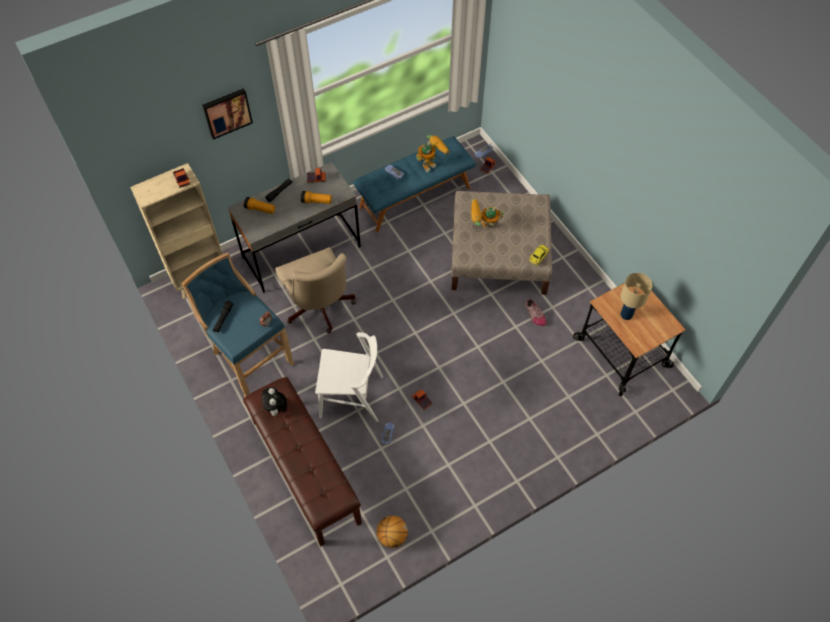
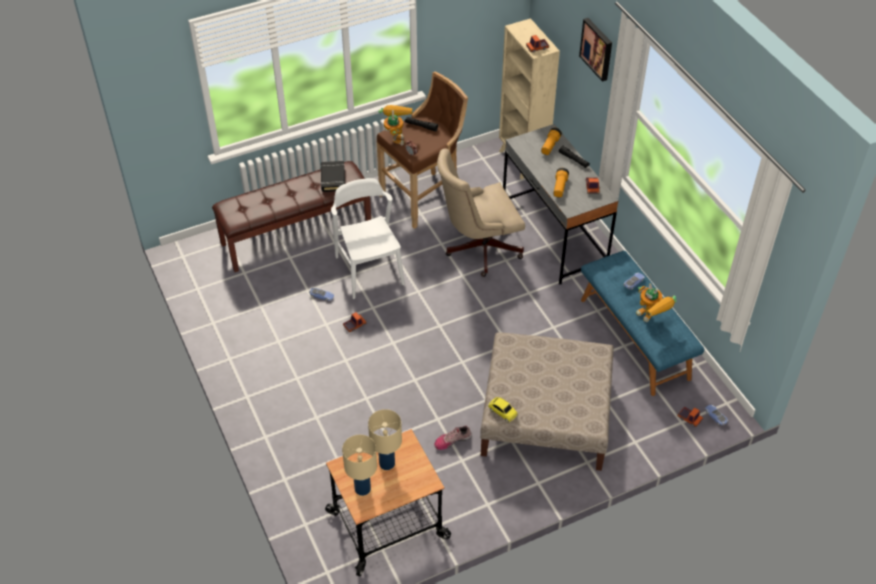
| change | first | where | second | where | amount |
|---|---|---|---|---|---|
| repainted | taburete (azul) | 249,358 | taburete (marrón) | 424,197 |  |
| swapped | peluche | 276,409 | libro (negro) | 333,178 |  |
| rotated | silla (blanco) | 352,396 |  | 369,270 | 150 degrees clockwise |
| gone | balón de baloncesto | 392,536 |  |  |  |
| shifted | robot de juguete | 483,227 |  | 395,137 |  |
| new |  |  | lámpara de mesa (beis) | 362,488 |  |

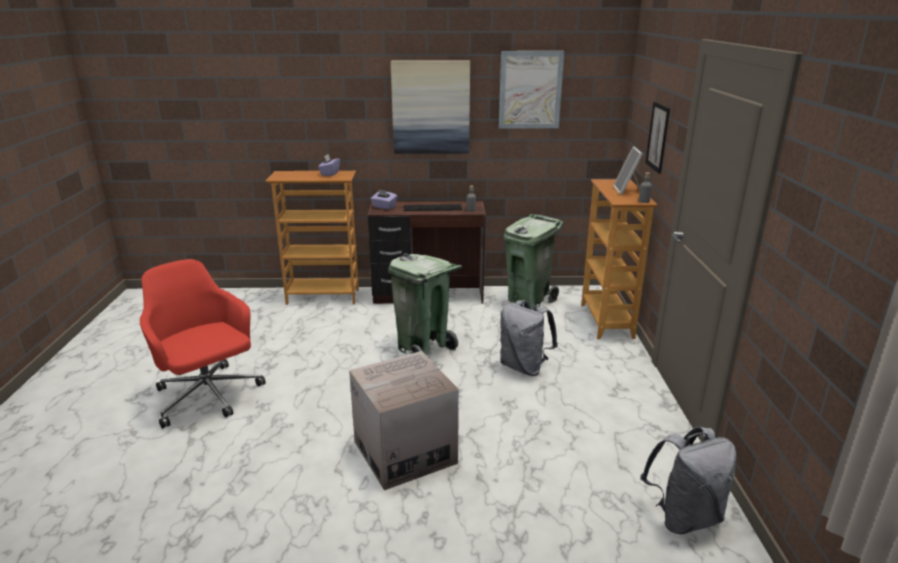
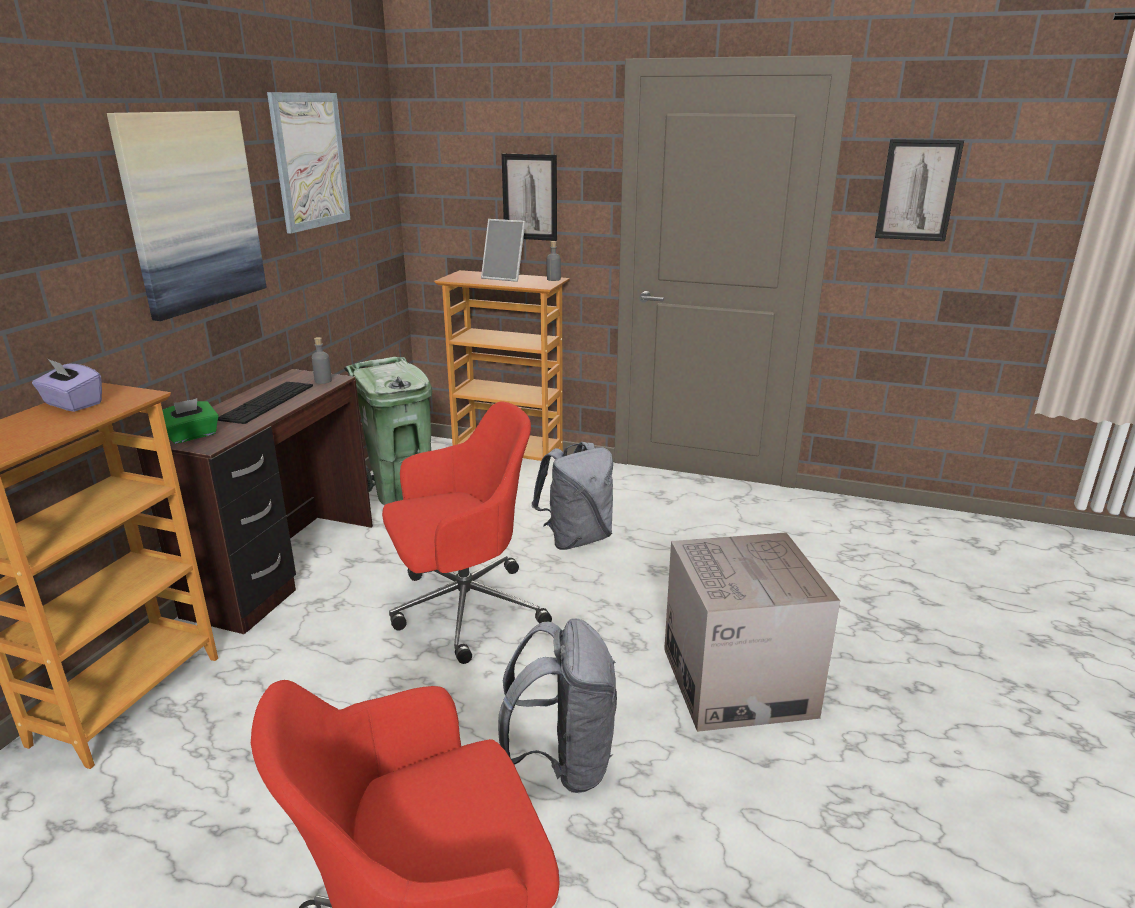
| change | first | where | second | where | amount |
|---|---|---|---|---|---|
| repainted | caja de pañuelos (morado) | 384,207 | caja de pañuelos (verde) | 191,436 |  |
| swapped | papelera (verde) | 423,348 | silla de oficina (rojo) | 463,609 |  |
| shifted | mochila (gris) | 684,517 |  | 563,762 |  |
| new |  |  | cuadro | 917,190 |  |

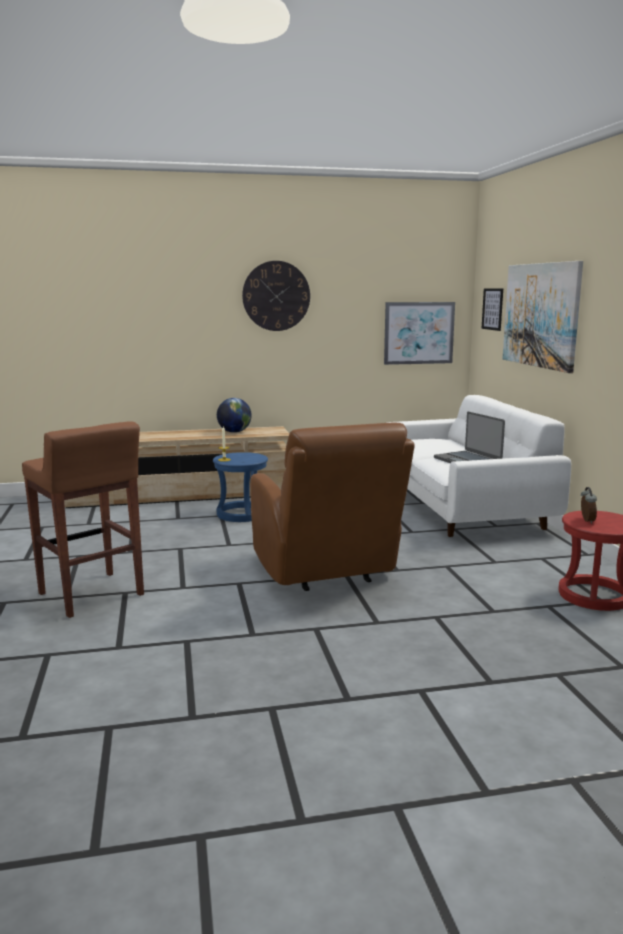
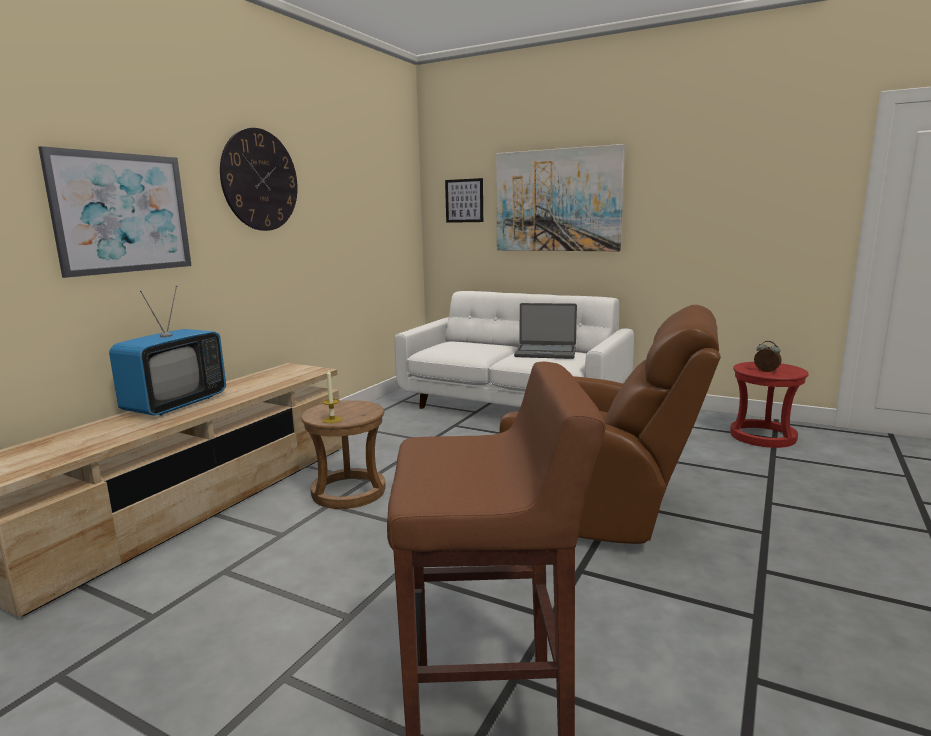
| change | first | where | second | where | amount |
|---|---|---|---|---|---|
| repainted | taburete (azul) | 241,514 | taburete (marrón) | 348,492 |  |
| gone | globo terráqueo | 234,432 |  |  |  |
| shifted | cuadro | 419,333 |  | 122,213 |  |
| new |  |  | televisor | 176,405 |  |

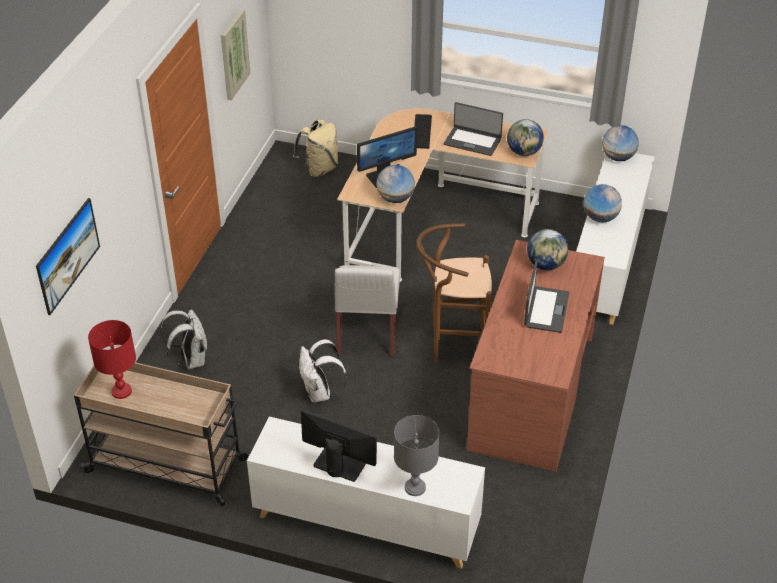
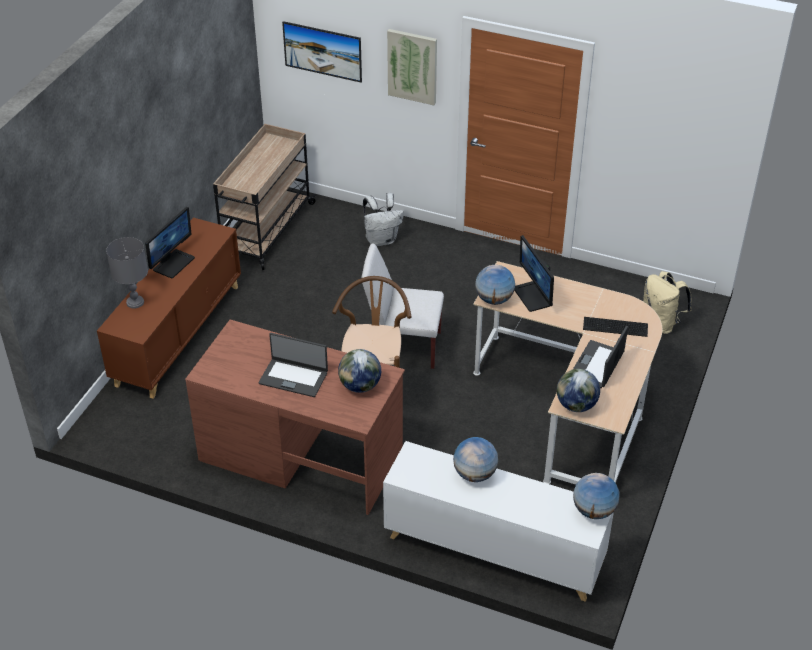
| change | first | where | second | where | amount |
|---|---|---|---|---|---|
| gone | lámpara de mesa (rojo) | 121,391 |  |  |  |
| shifted | cuadro | 233,54 |  | 412,66 |  |
| repainted | armario (blanco) | 366,522 | armario (marrón) | 179,334 |  |
| gone | mochila (blanco) | 320,393 |  |  |  |

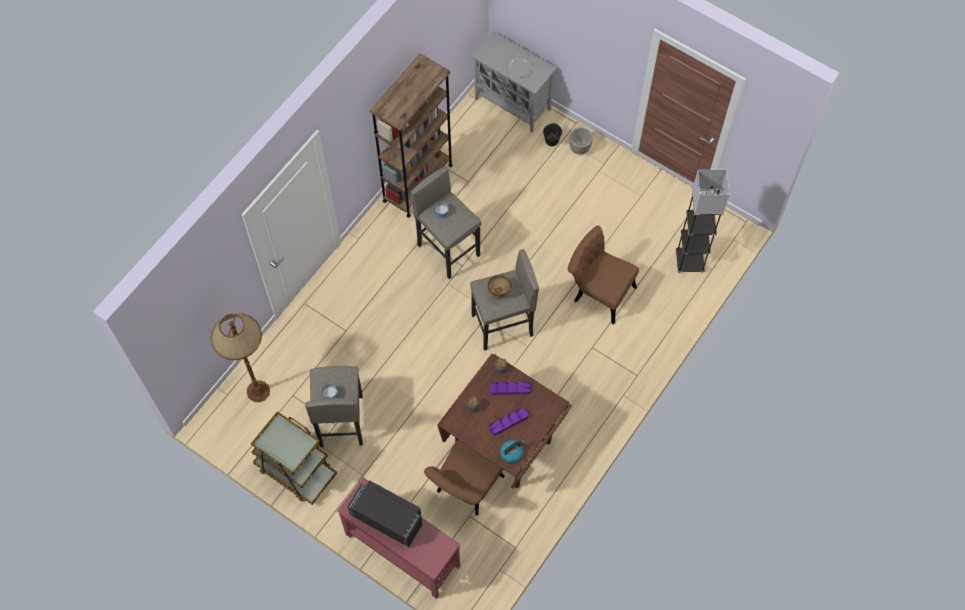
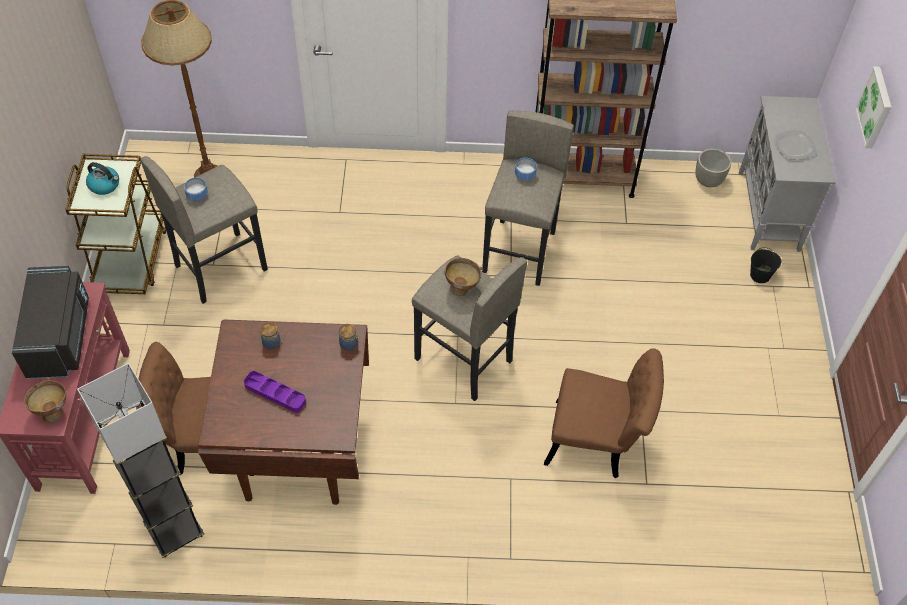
| change | first | where | second | where | amount |
|---|---|---|---|---|---|
| gone | bandeja (morado) | 510,389 |  |  |  |
| shifted | hervidor | 512,452 |  | 105,185 |  |
| rotated | silla (marrón) | 598,291 |  | 597,442 | 105 degrees clockwise |
| shifted | maceta (gris) | 579,149 |  | 708,181 |  |
| shifted | lámpara de pie (gris) | 689,262 |  | 175,531 |  |
| new |  |  | cuenco (marrón) | 53,411 |  |
| new |  |  | cuadro | 876,107 |  |

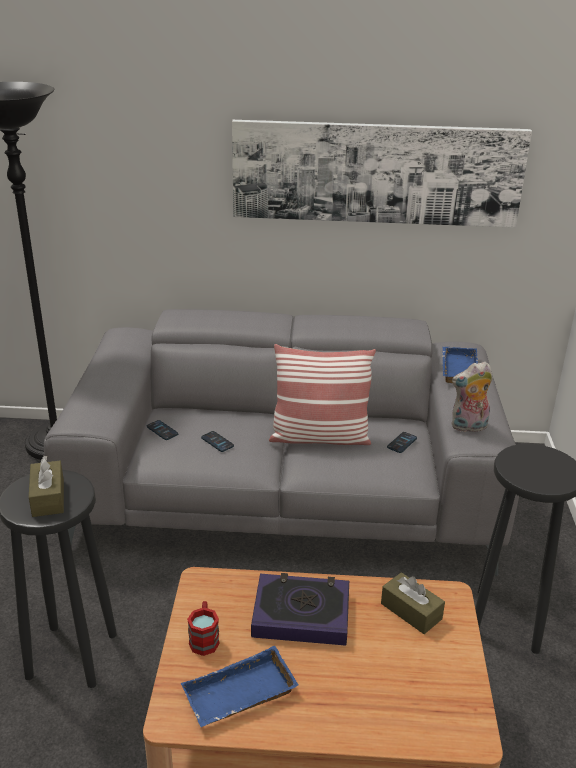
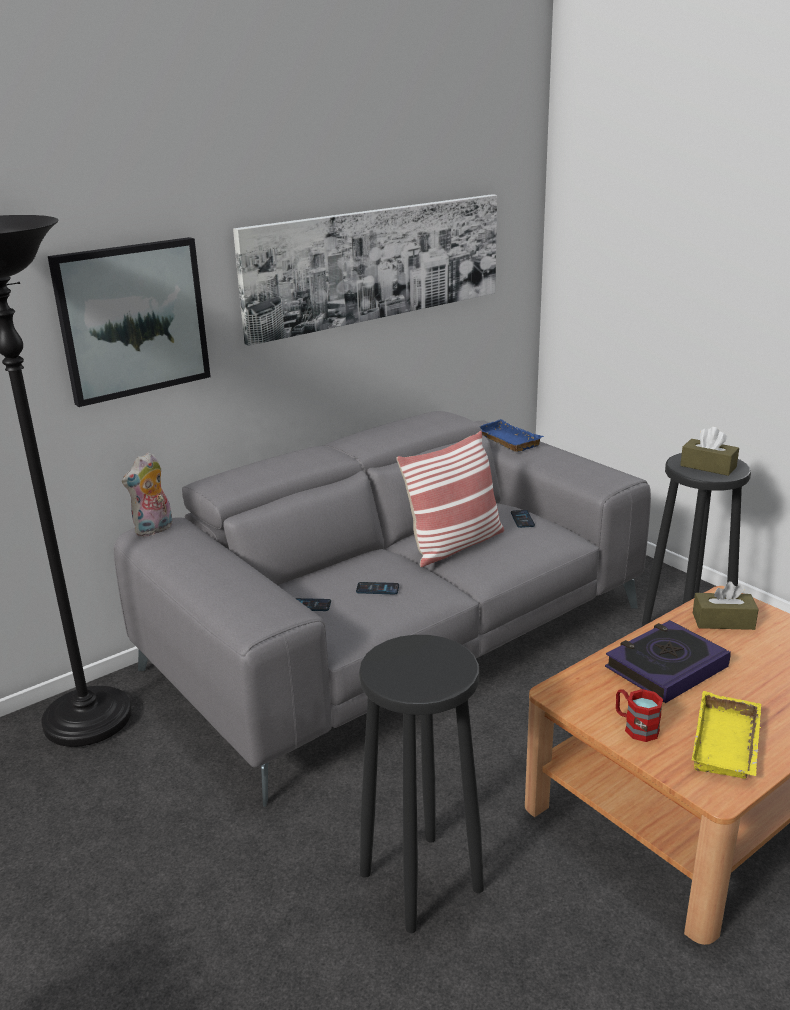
| change | first | where | second | where | amount |
|---|---|---|---|---|---|
| shifted | caja de pañuelos (marrón) | 48,497 |  | 708,466 |  |
| repainted | bandeja (azul) | 239,696 | bandeja (amarillo) | 729,745 |  |
| shifted | peluche | 468,427 |  | 154,530 |  |
| new |  |  | cuadro | 132,320 |  |

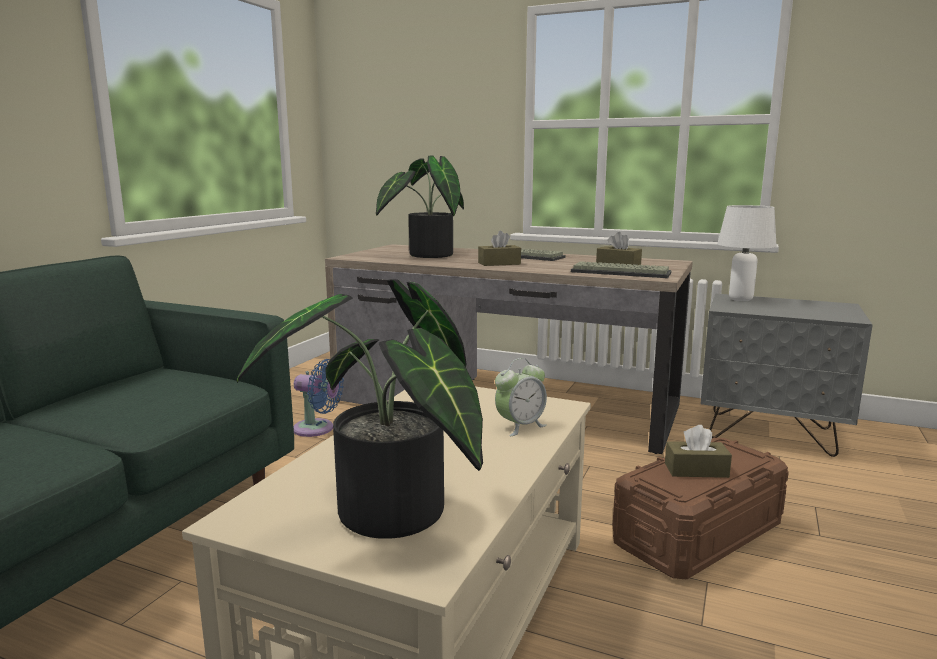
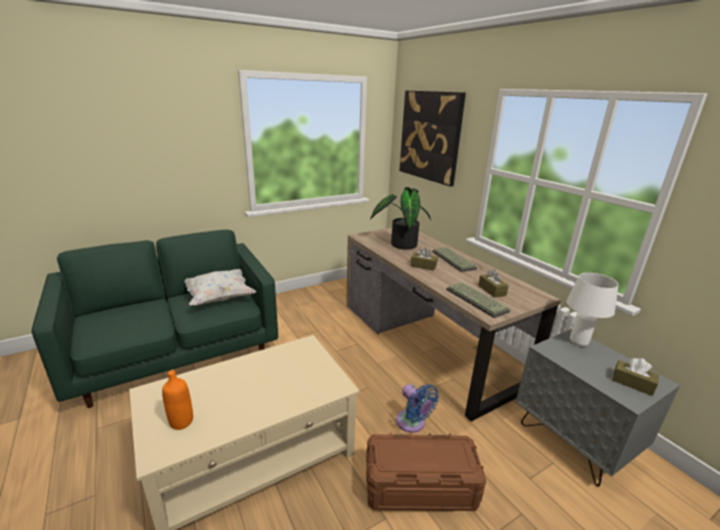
| change | first | where | second | where | amount |
|---|---|---|---|---|---|
| swapped | planta en maceta | 391,519 | botella (naranja) | 181,422 |  |
| shifted | ventilador (azul) | 317,429 |  | 412,423 |  |
| gone | despertador | 520,426 |  |  |  |
| shifted | caja de pañuelos (marrón) | 696,470 |  | 632,383 |  |
| new |  |  | cojín (blanco) | 219,298 |  |
| new |  |  | cuadro | 430,136 |  |

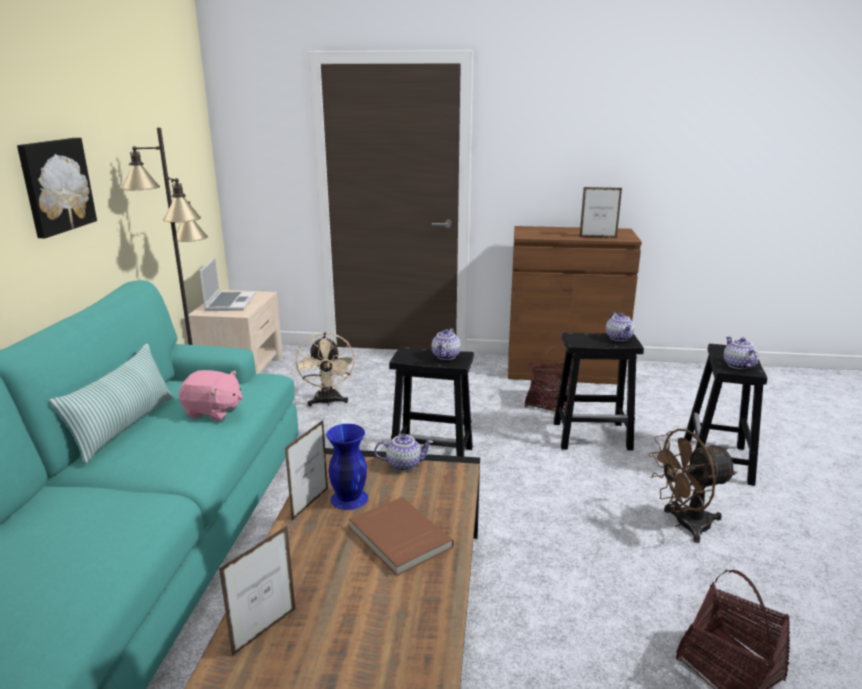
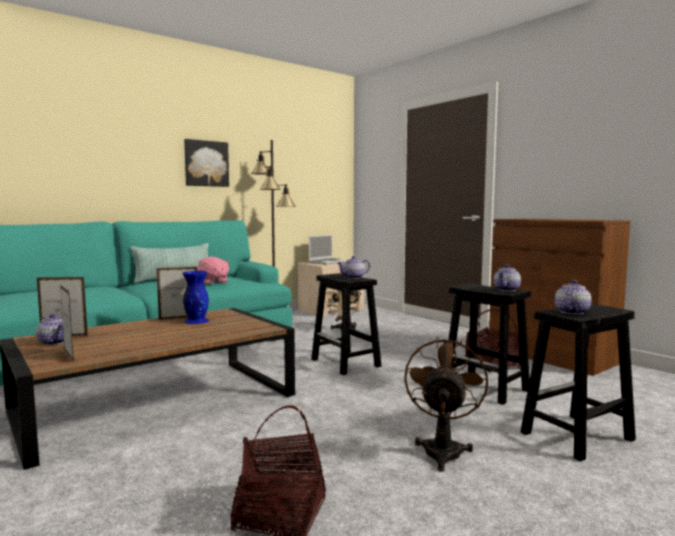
| change | first | where | second | where | amount |
|---|---|---|---|---|---|
| gone | libro (marrón) | 398,538 |  |  |  |
| shifted | tetera | 404,464 |  | 55,342 |  |
| shifted | portarretratos | 598,237 |  | 68,355 |  |
| rotated | ventilador (marrón) | 684,525 |  | 443,449 | 75 degrees clockwise |

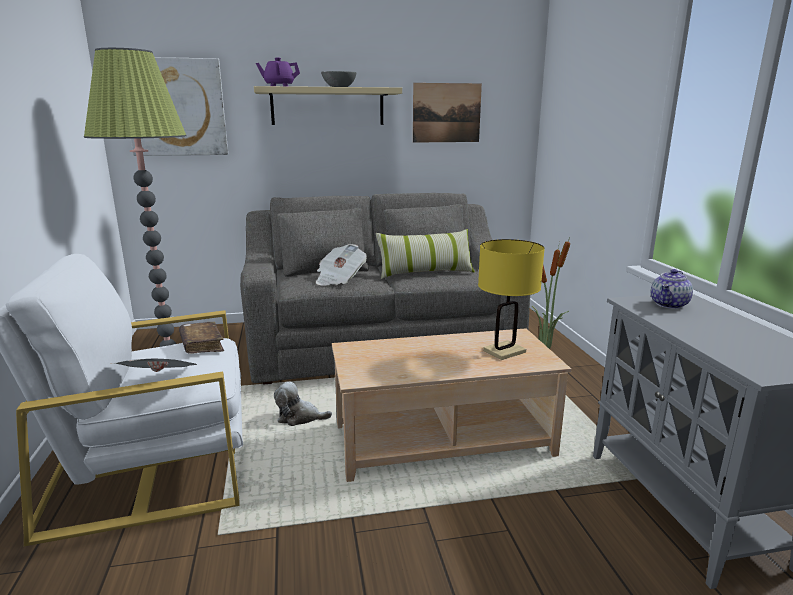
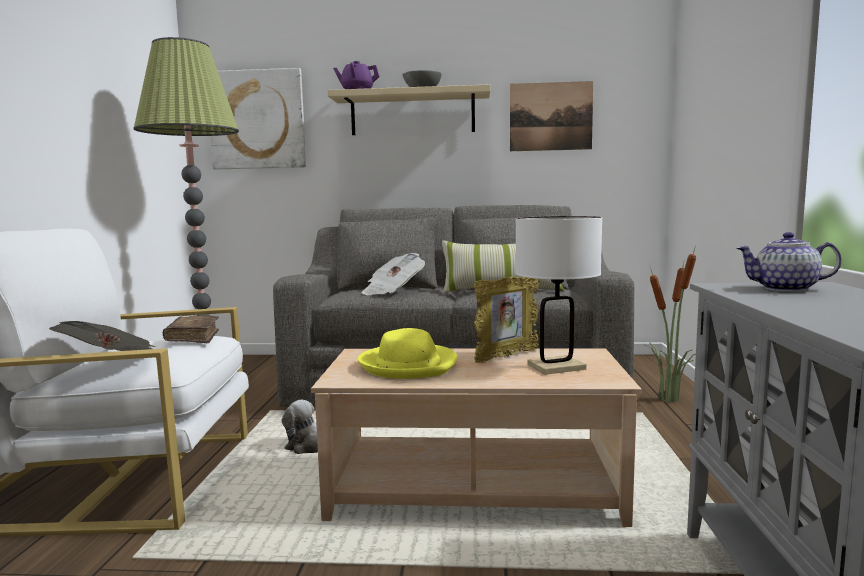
| change | first | where | second | where | amount |
|---|---|---|---|---|---|
| repainted | lámpara de mesa (amarillo) | 504,351 | lámpara de mesa (blanco) | 556,367 |  |
| rotated | tetera | 669,304 |  | 785,288 | 45 degrees clockwise |
| new |  |  | sombrero (amarillo) | 409,365 |  |
| new |  |  | portarretratos | 506,356 |  |

